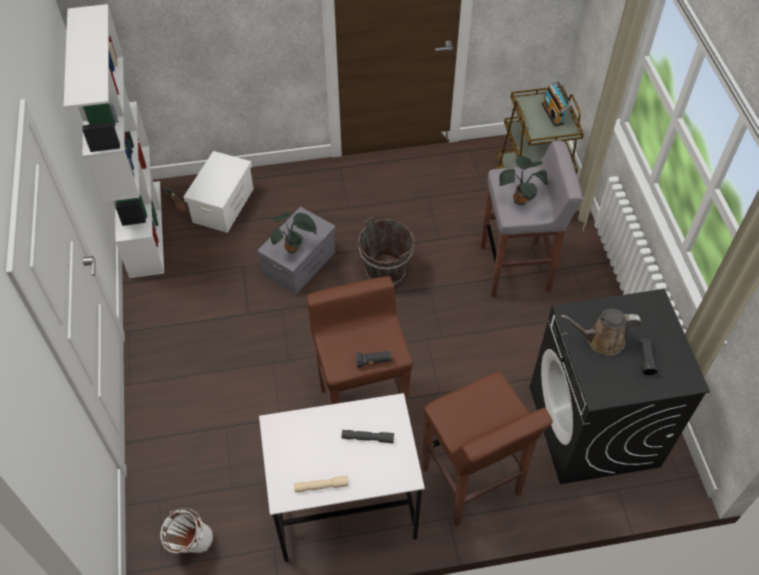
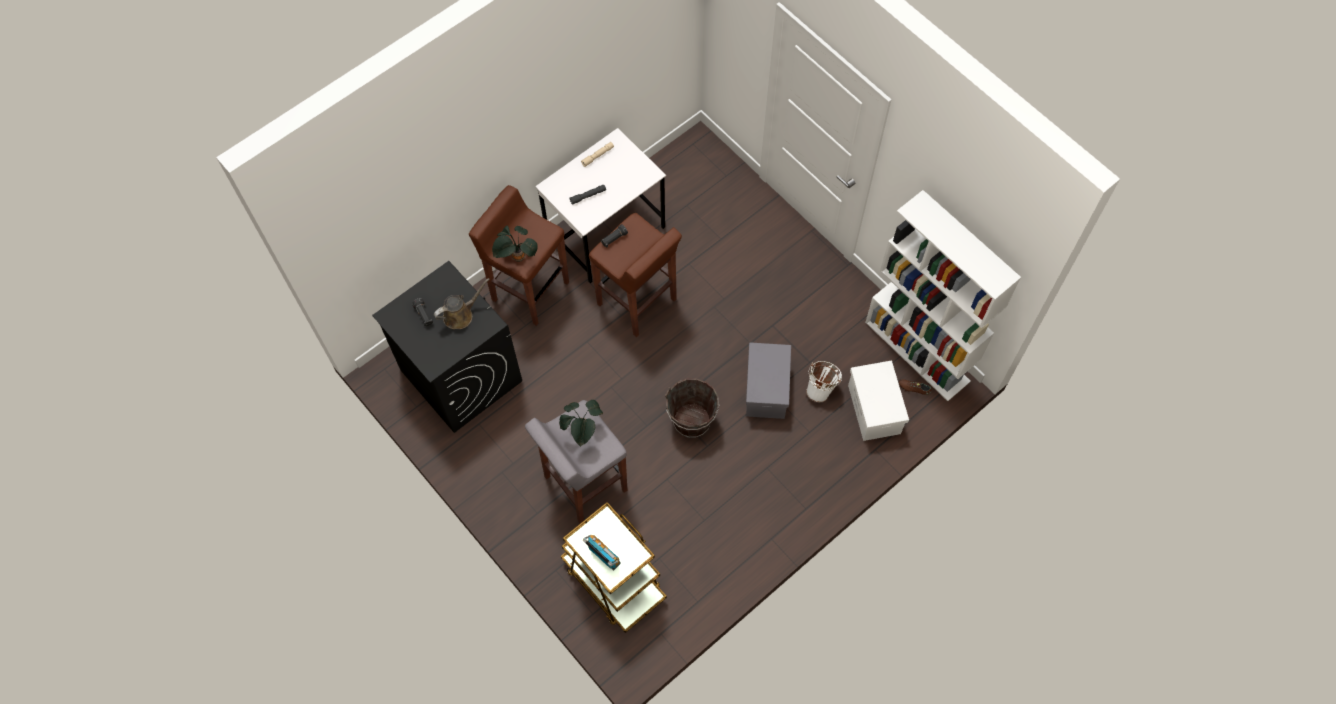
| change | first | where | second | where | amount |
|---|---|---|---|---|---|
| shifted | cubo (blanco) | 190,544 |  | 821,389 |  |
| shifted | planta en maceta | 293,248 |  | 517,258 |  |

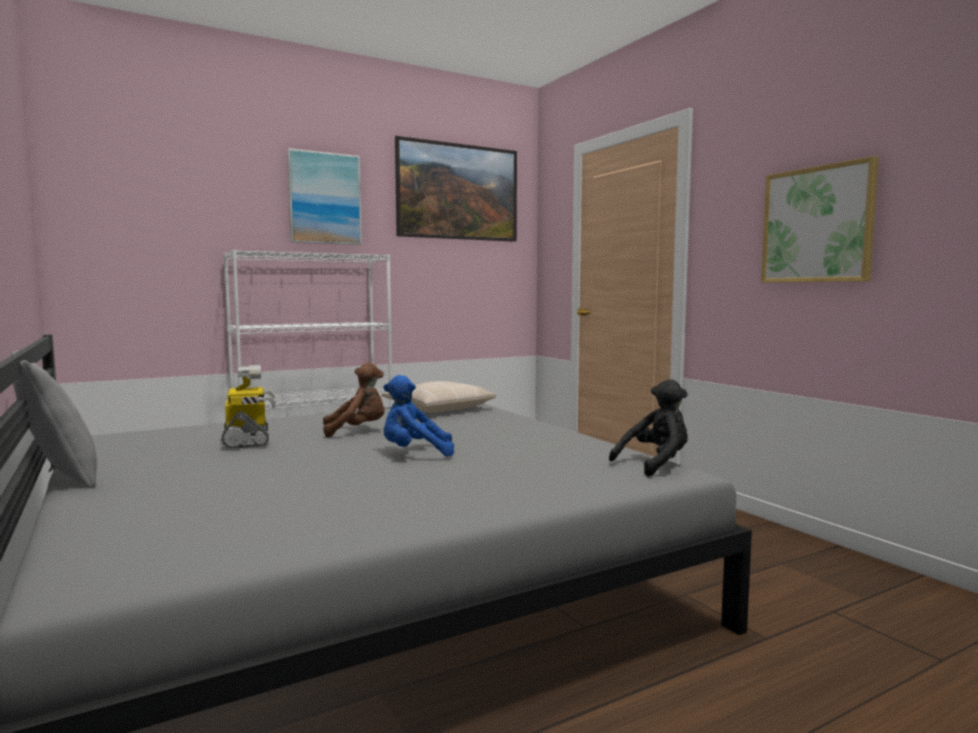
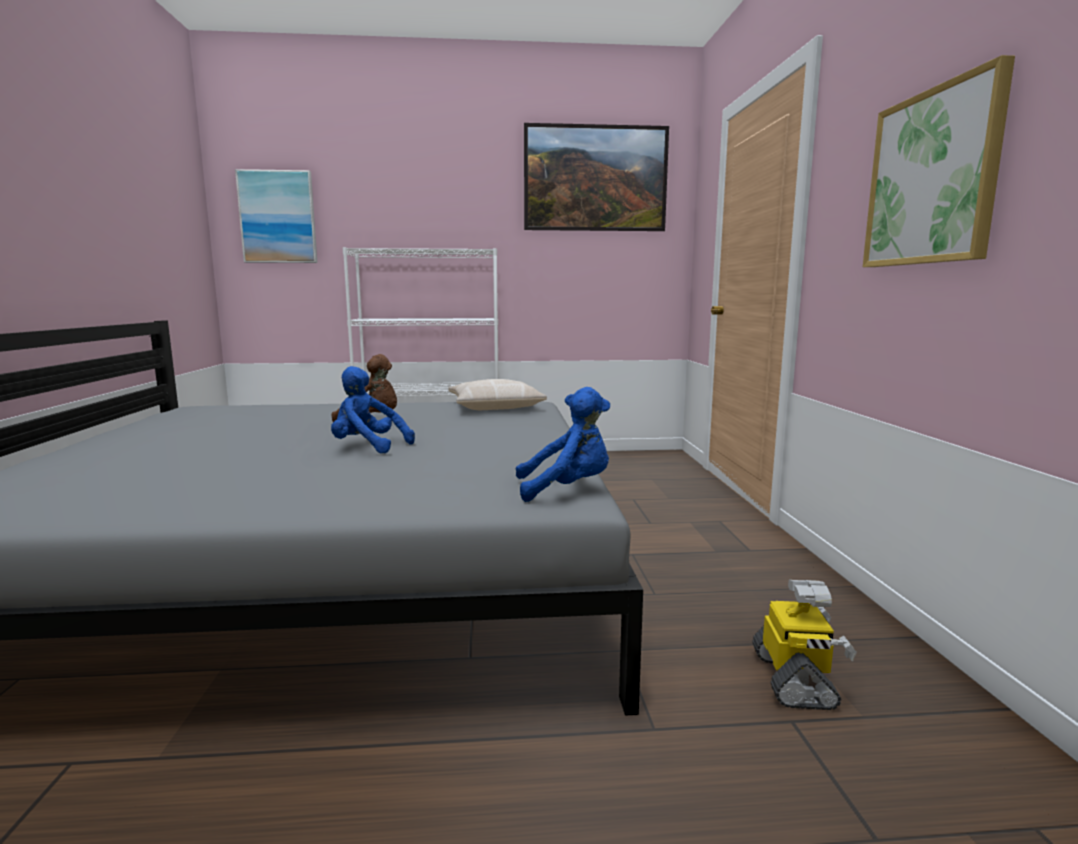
| change | first | where | second | where | amount |
|---|---|---|---|---|---|
| gone | cojín (gris) | 58,476 |  |  |  |
| shifted | robot de juguete | 248,440 |  | 795,680 |  |
| shifted | cuadro | 324,198 |  | 278,217 |  |
| repainted | peluche (negro) | 655,464 | peluche (azul) | 567,489 |  |

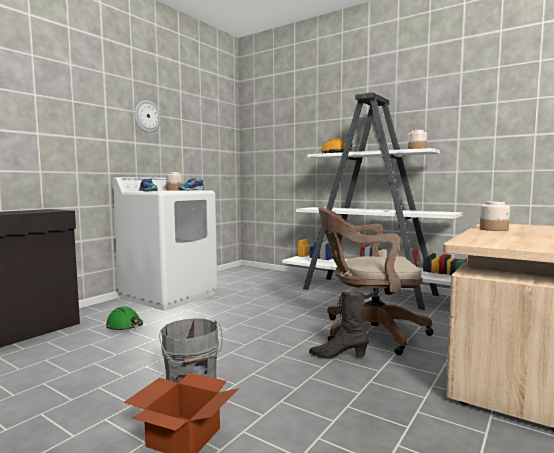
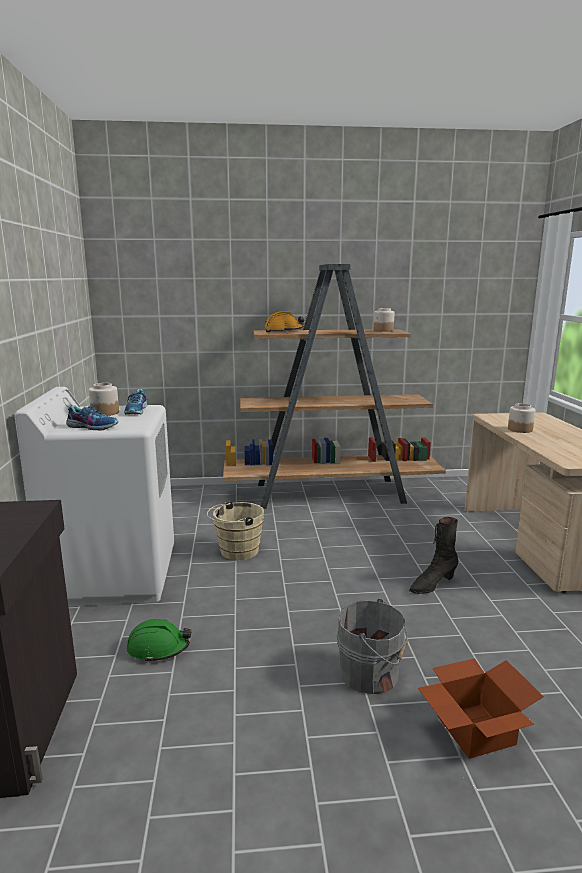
| change | first | where | second | where | amount |
|---|---|---|---|---|---|
| gone | reloj de pared | 147,116 |  |  |  |
| repainted | estantería (blanco) | 371,292 | estantería (marrón) | 331,493 |  |
| gone | silla de oficina (marrón) | 368,332 |  |  |  |
| new |  |  | cubo (beis) | 236,551 |  |

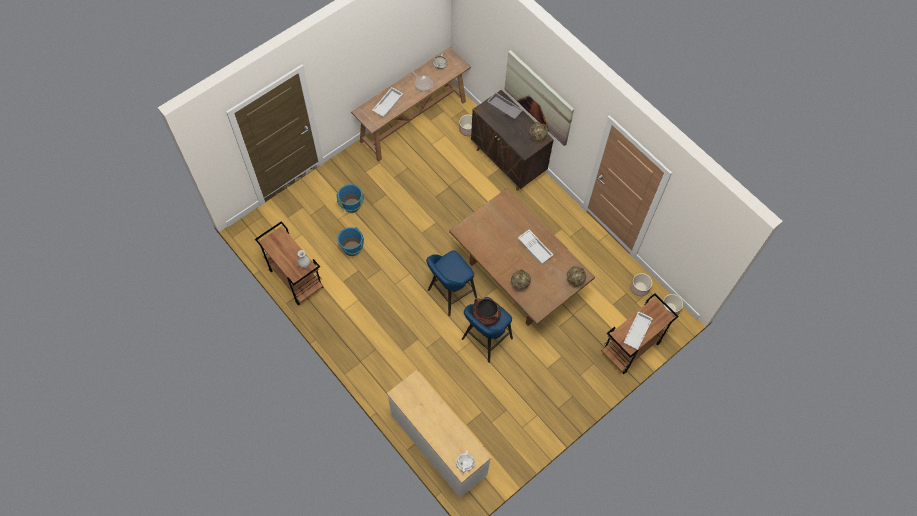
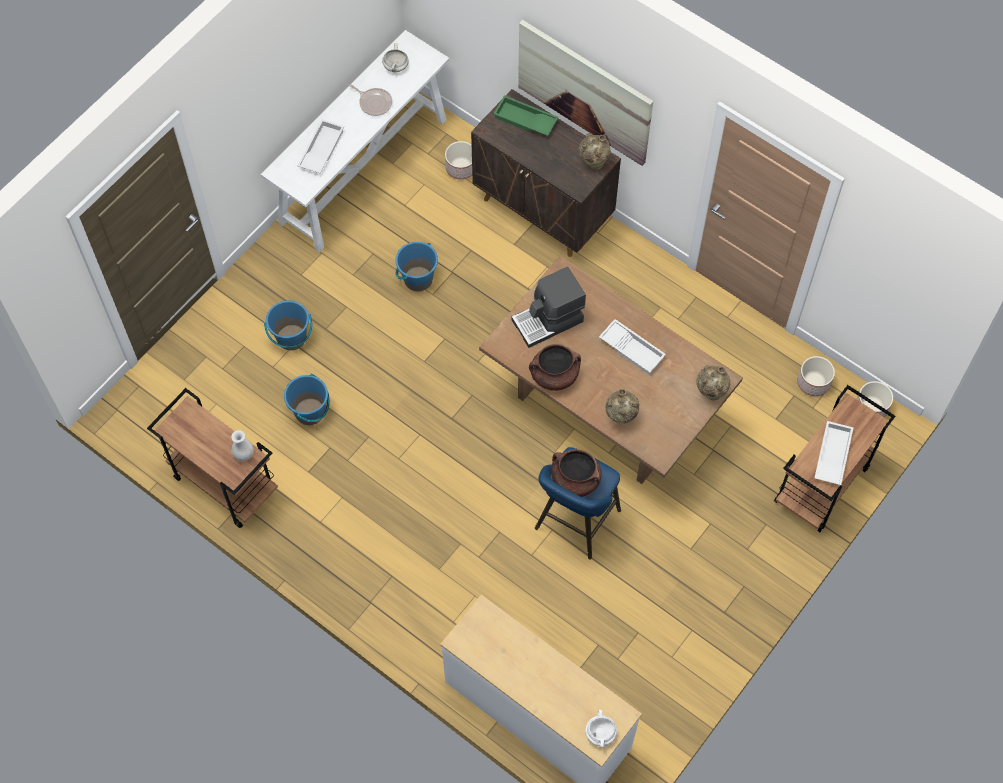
| change | first | where | second | where | amount |
|---|---|---|---|---|---|
| repainted | mesa consola (marrón) | 414,121 | mesa consola (blanco) | 364,170 |  |
| gone | taburete (azul) | 450,295 |  |  |  |
| repainted | bandeja (gris) | 504,108 | bandeja (verde) | 524,120 |  |
| new |  |  | cubo (azul) | 418,279 |  |
| new |  |  | cafetera | 548,321 |  |
| new |  |  | olla (marrón) | 554,375 |  |

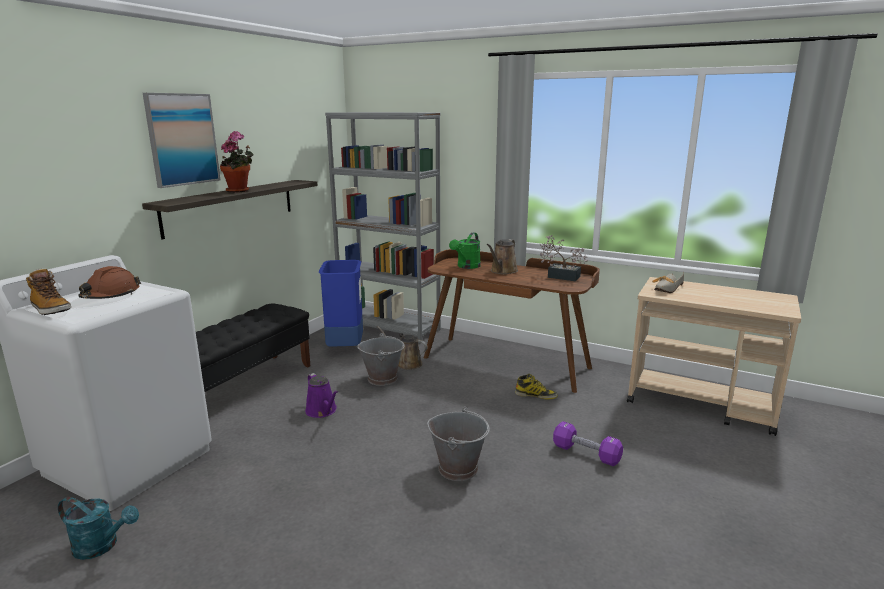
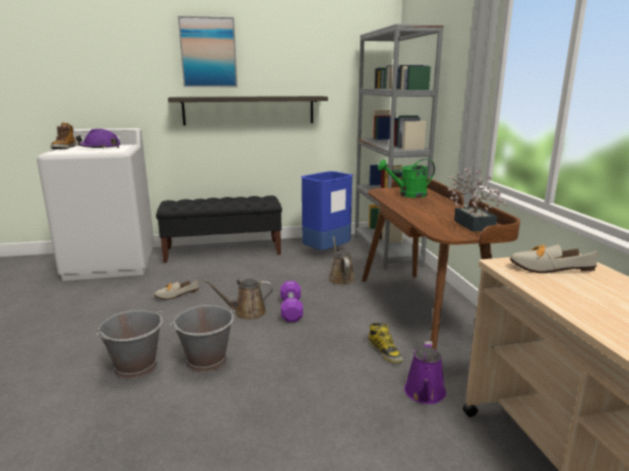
| change | first | where | second | where | amount |
|---|---|---|---|---|---|
| gone | regadera (turquesa) | 102,546 |  |  |  |
| repainted | casco (marrón) | 111,295 | casco (morado) | 100,148 |  |
| gone | planta en maceta | 240,191 |  |  |  |
| shifted | regadera (morado) | 322,411 |  | 424,394 |  |
| shifted | cubo (gris) | 382,378 |  | 137,367 |  |
| shifted | regadera (marrón) | 502,271 |  | 246,313 |  |
| shifted | mancuerna (morado) | 586,453 |  | 291,310 |  |
| new |  |  | zapato | 173,295 |  |

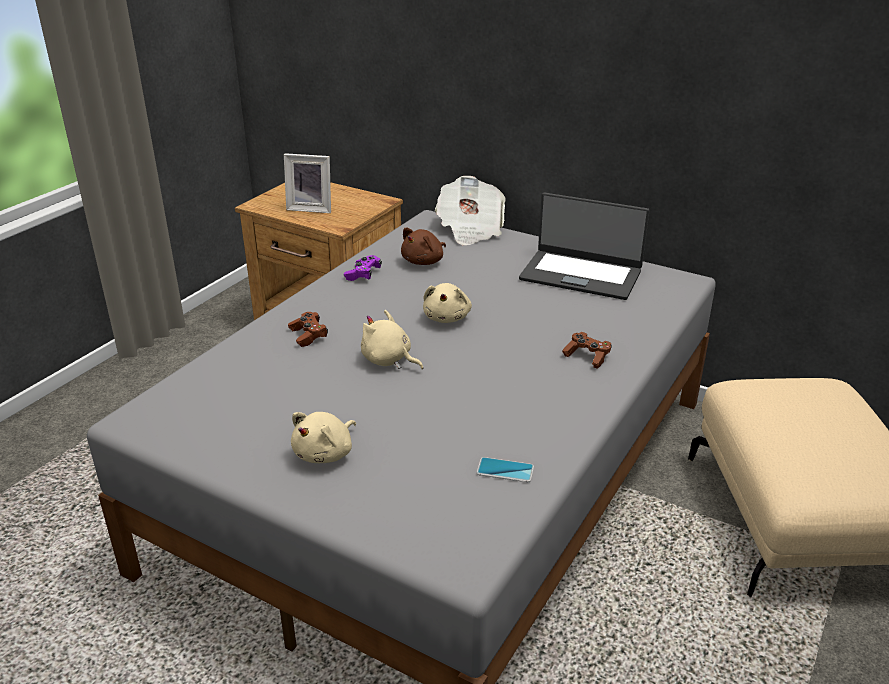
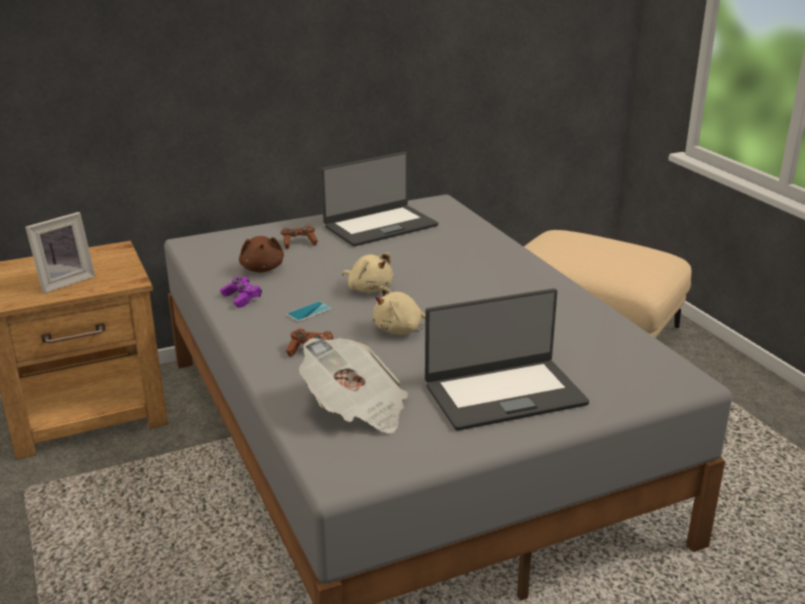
| change | first | where | second | where | amount |
|---|---|---|---|---|---|
| swapped | peluche (beis) | 326,453 | portátil | 504,393 |  |
| shifted | periódico | 470,229 |  | 356,409 |  |
| shifted | móvil | 505,470 |  | 309,312 |  |
| shifted | mando de consola (marrón) | 587,356 |  | 299,243 |  |

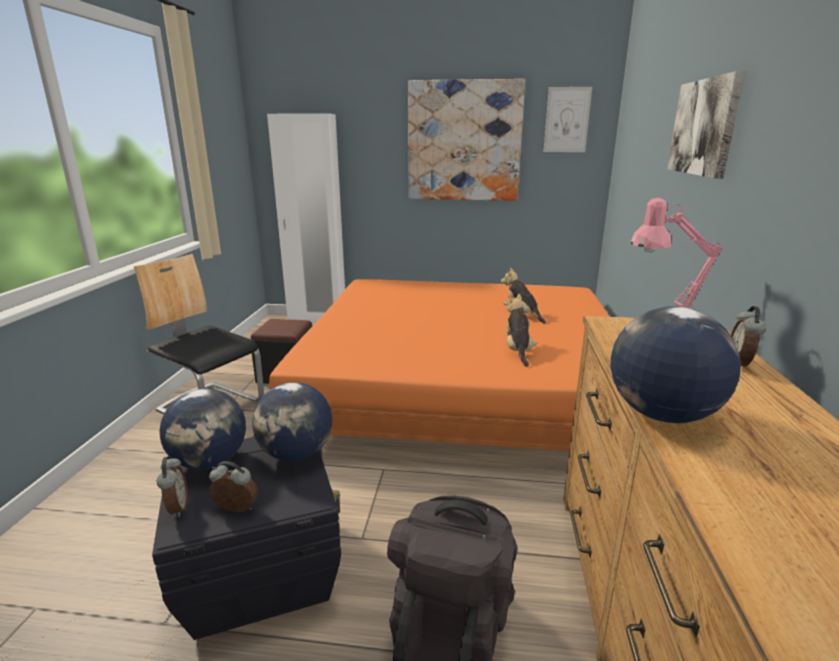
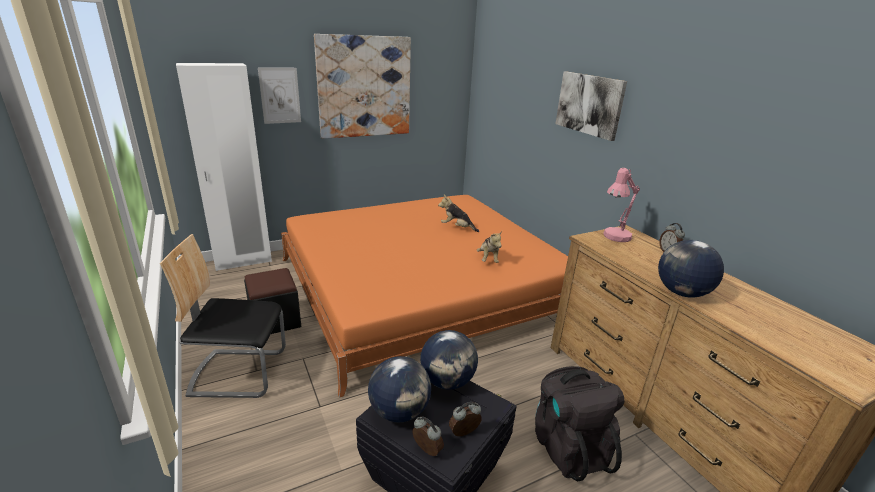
| change | first | where | second | where | amount |
|---|---|---|---|---|---|
| rotated | peluche | 518,351 |  | 488,259 | 150 degrees counterclockwise |
| shifted | cuadro | 567,120 |  | 280,95 |  |

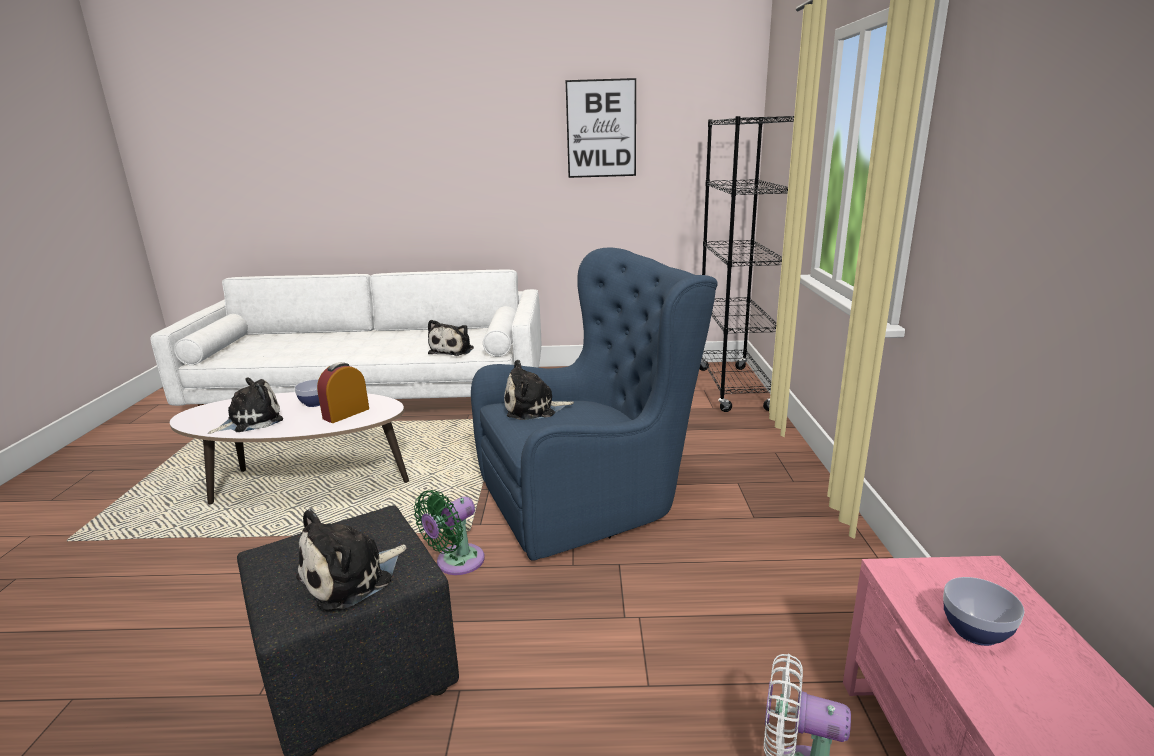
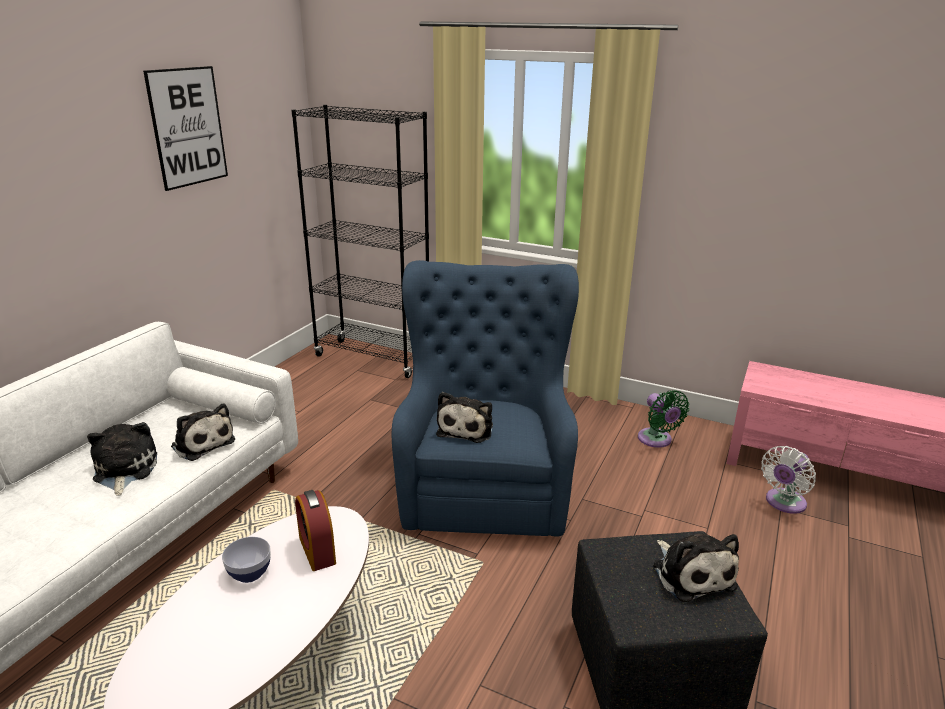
| change | first | where | second | where | amount |
|---|---|---|---|---|---|
| shifted | peluche | 251,421 |  | 124,470 |  |
| shifted | ventilador (verde) | 456,562 |  | 656,440 |  |
| gone | cuenco | 975,631 |  |  |  |

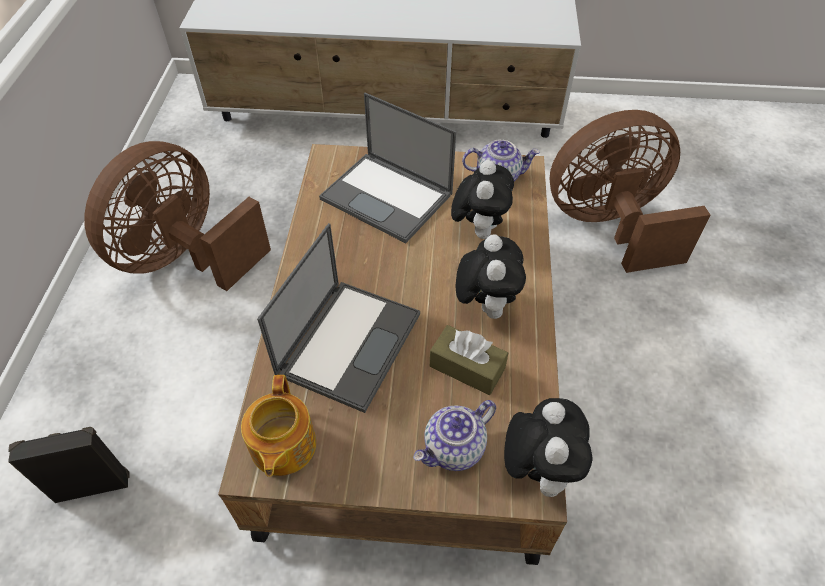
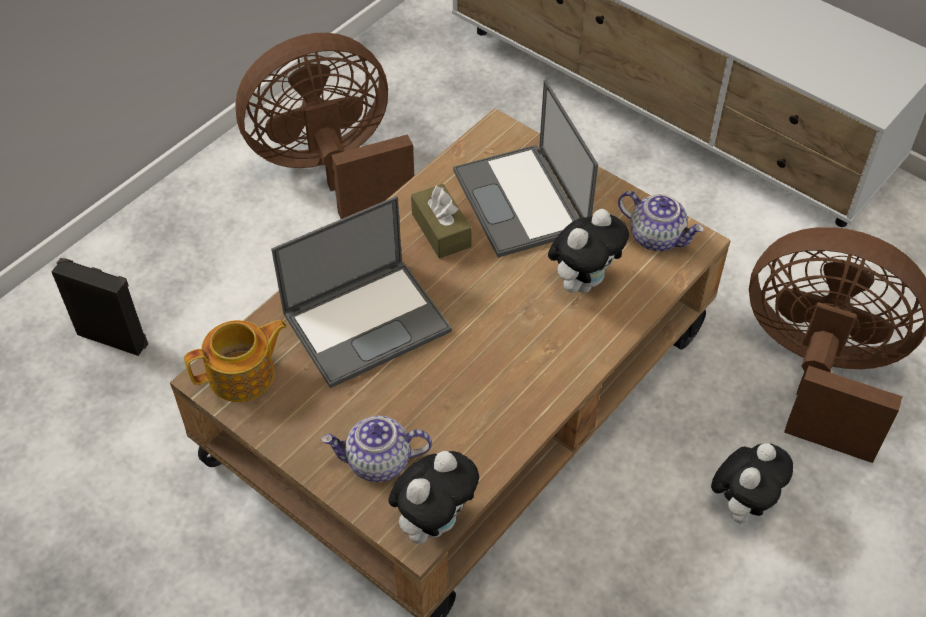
| change | first | where | second | where | amount |
|---|---|---|---|---|---|
| rotated | tetera | 282,446 |  | 243,375 | 150 degrees counterclockwise |
| shifted | caja de pañuelos (marrón) | 467,367 |  | 441,230 |  |
| shifted | peluche | 485,304 |  | 742,504 |  |

